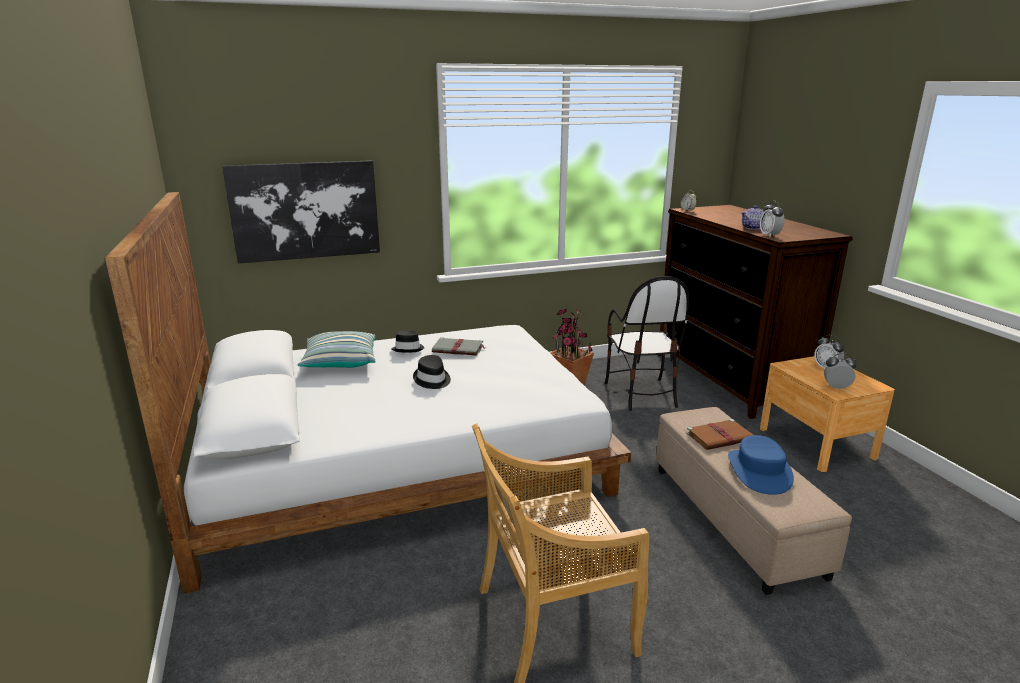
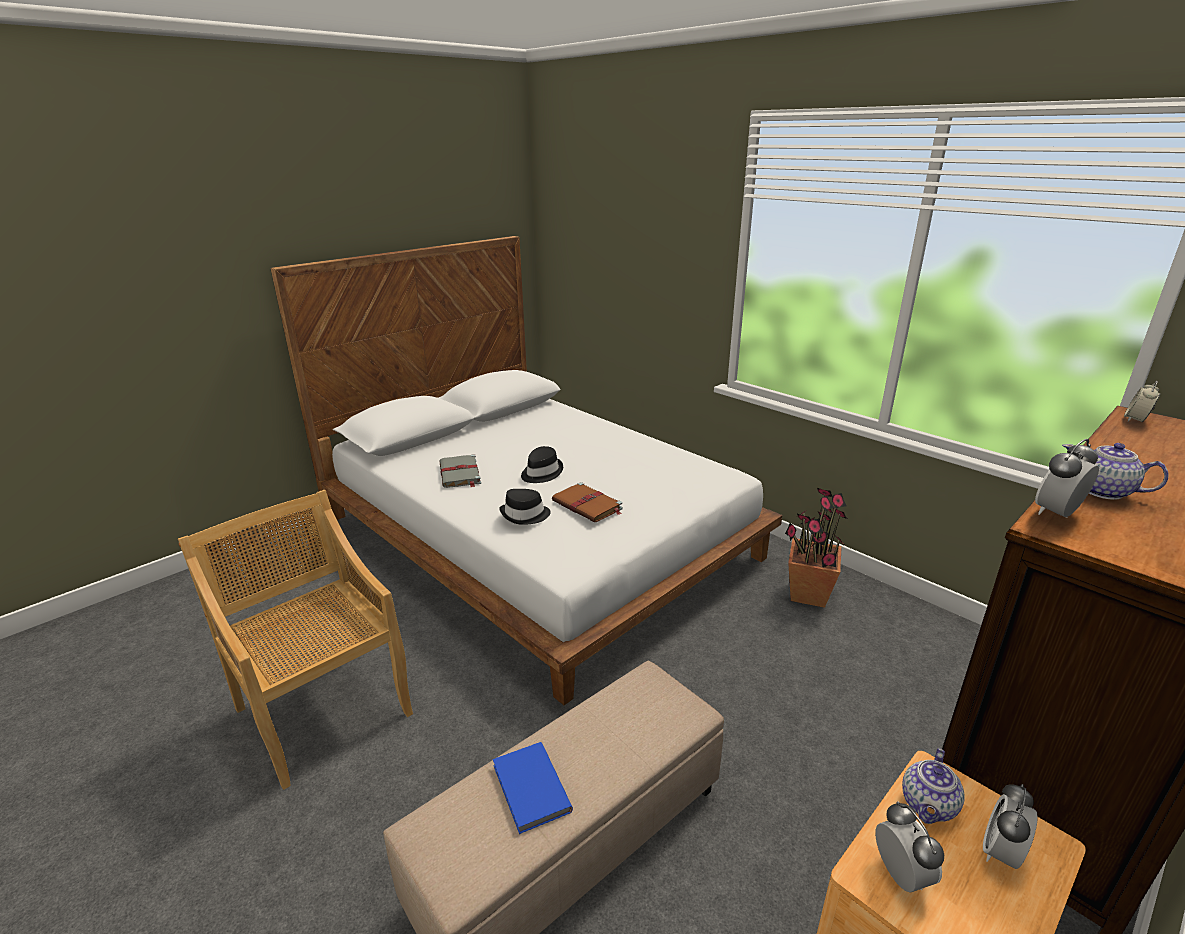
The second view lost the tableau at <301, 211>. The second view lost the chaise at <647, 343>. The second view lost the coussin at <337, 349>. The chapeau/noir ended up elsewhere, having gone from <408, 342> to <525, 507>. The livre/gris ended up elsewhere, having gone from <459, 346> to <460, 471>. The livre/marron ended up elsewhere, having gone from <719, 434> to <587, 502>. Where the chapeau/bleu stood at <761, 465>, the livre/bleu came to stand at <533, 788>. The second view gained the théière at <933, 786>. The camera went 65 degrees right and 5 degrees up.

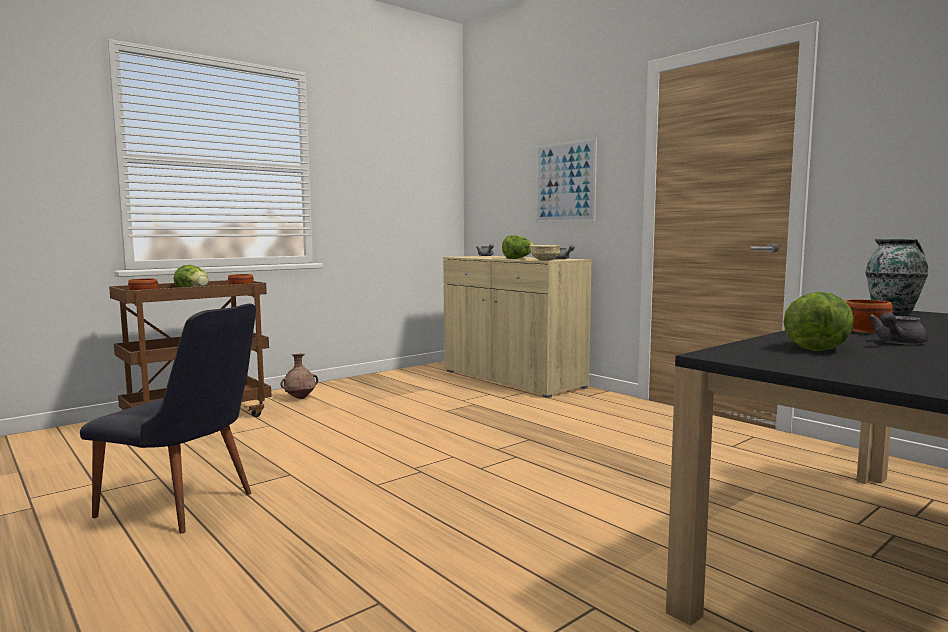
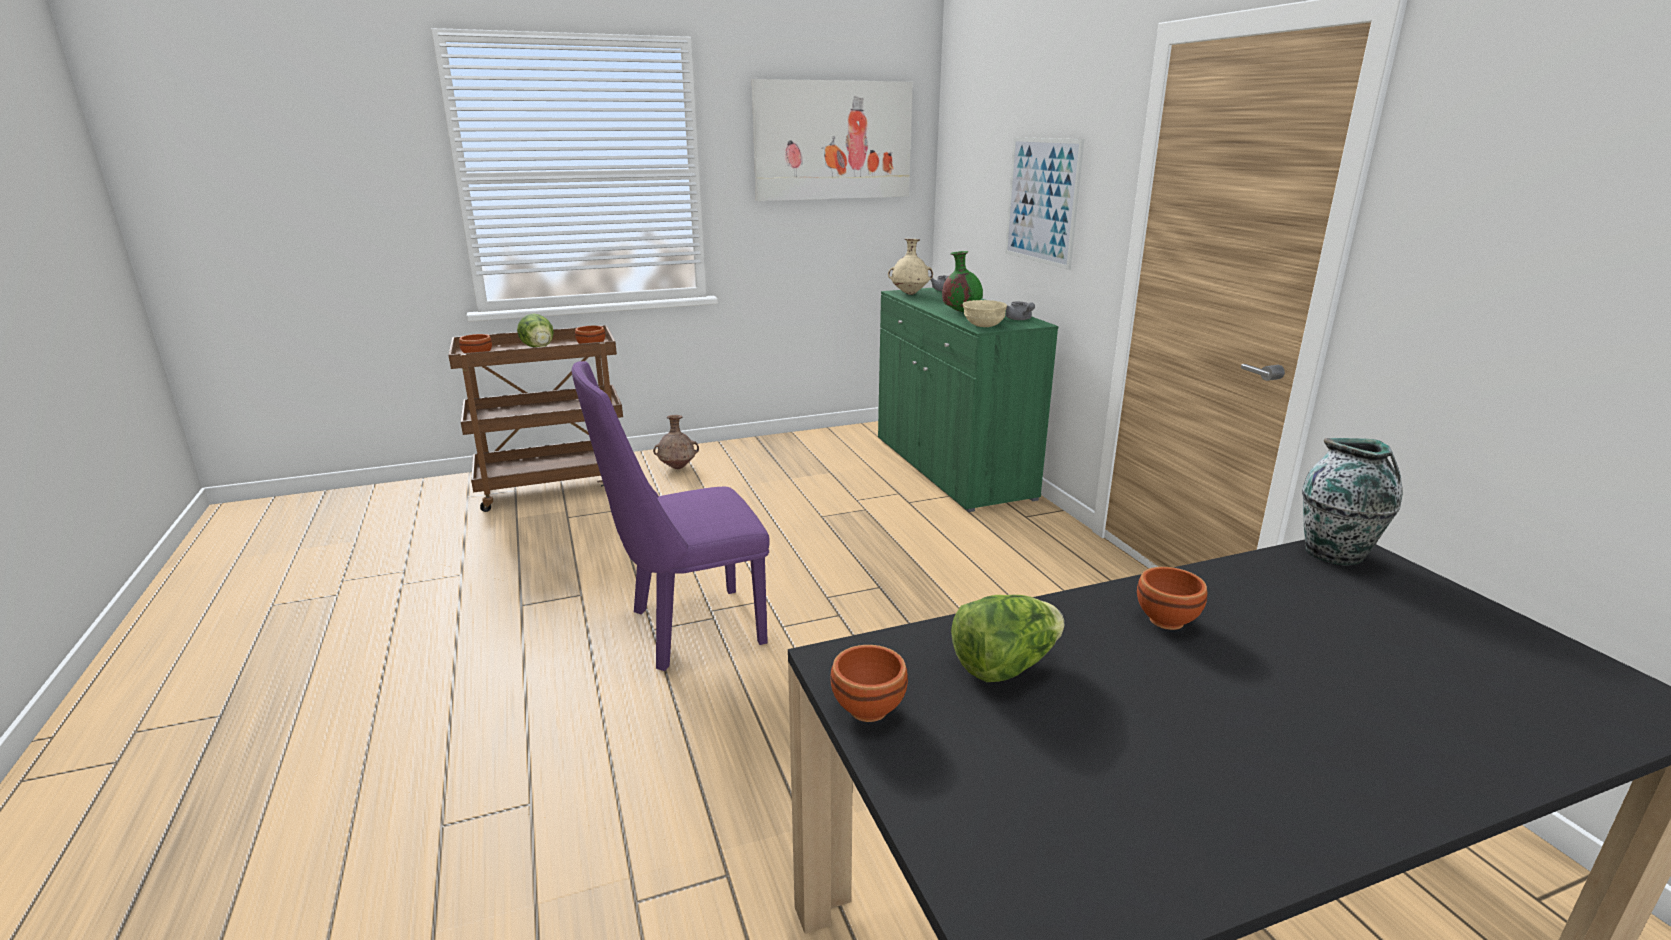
Where the laitue stood at <518, 247>, the vase/vert came to stand at <962, 281>. What was the meuble de rangement/beige at <517, 327> turned into the meuble de rangement/vert at <968, 400>. The second view lost the chaise/noir at <168, 419>. The second view lost the théière/gris at <898, 328>. The second view gained the tableau at <832, 140>. The second view gained the vase/beige at <910, 267>. The second view gained the chaise/violet at <670, 516>. The second view gained the bol/marron at <869, 683>. The camera went 20 degrees right and 15 degrees up.

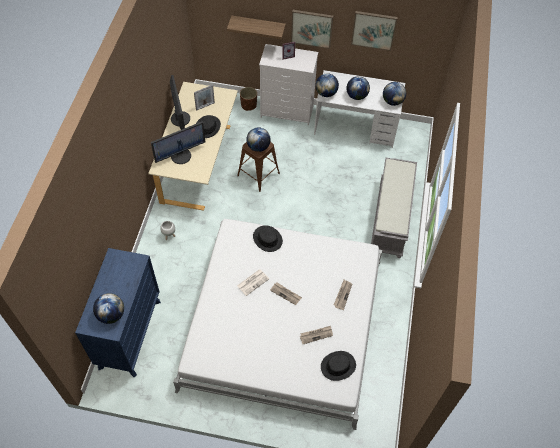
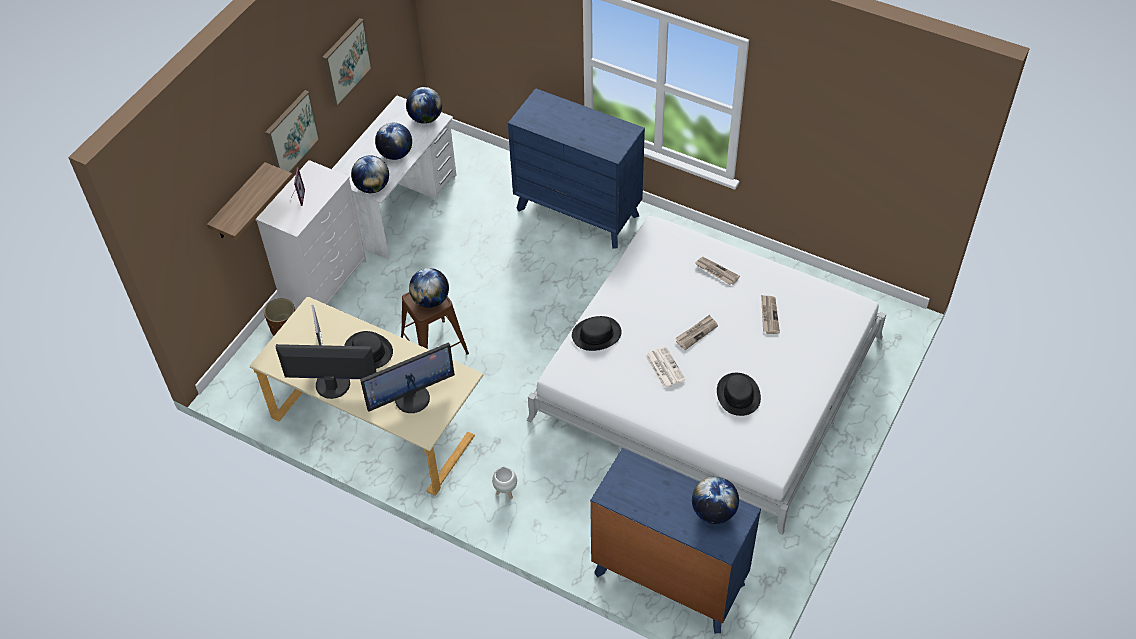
The écran d'ordinateur at <178, 142> ended up facing another way, 75 degrees clockwise from before. Where the banc/gris stood at <394, 208>, the commode/bleu came to stand at <576, 168>. The chapeau/noir ended up elsewhere, having gone from <338, 366> to <739, 394>. The camera went 70 degrees left and 5 degrees down.

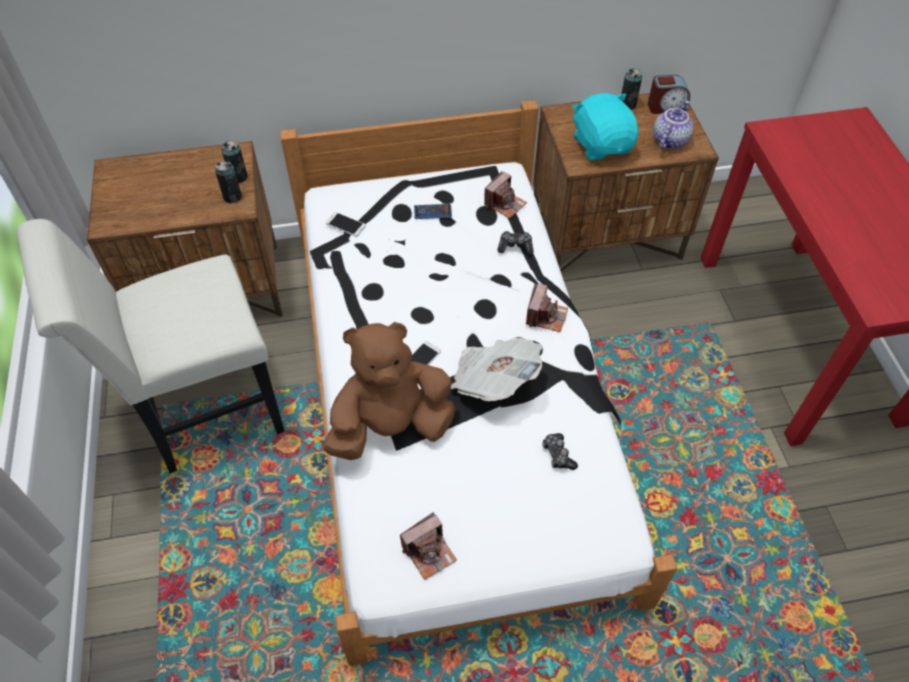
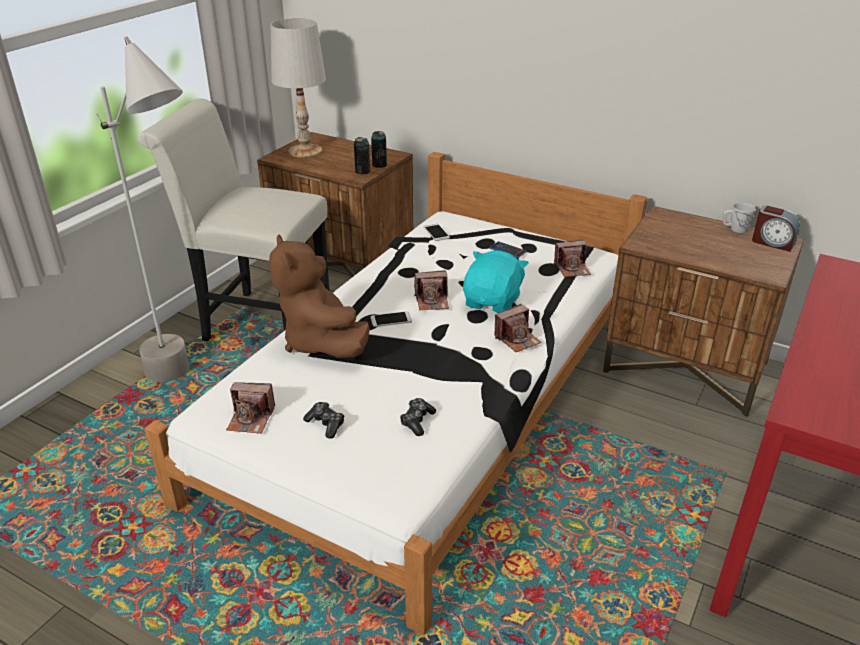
Where the boîte métallique stood at <631, 89>, the mug/blanc came to stand at <739, 218>. The peluche/turquoise ended up elsewhere, having gone from <605, 126> to <496, 281>. The second view lost the théière at <673, 124>. The manette ended up elsewhere, having gone from <515, 243> to <323, 420>. The peluche/marron at <389, 391> ended up facing another way, 135 degrees counterclockwise from before. The second view lost the journal at <496, 369>. The second view gained the lampe de table/blanc at <298, 88>. The second view gained the lampadaire/gris at <143, 209>. The second view gained the appareil photo at <431, 290>. The camera went 40 degrees right and 20 degrees down.

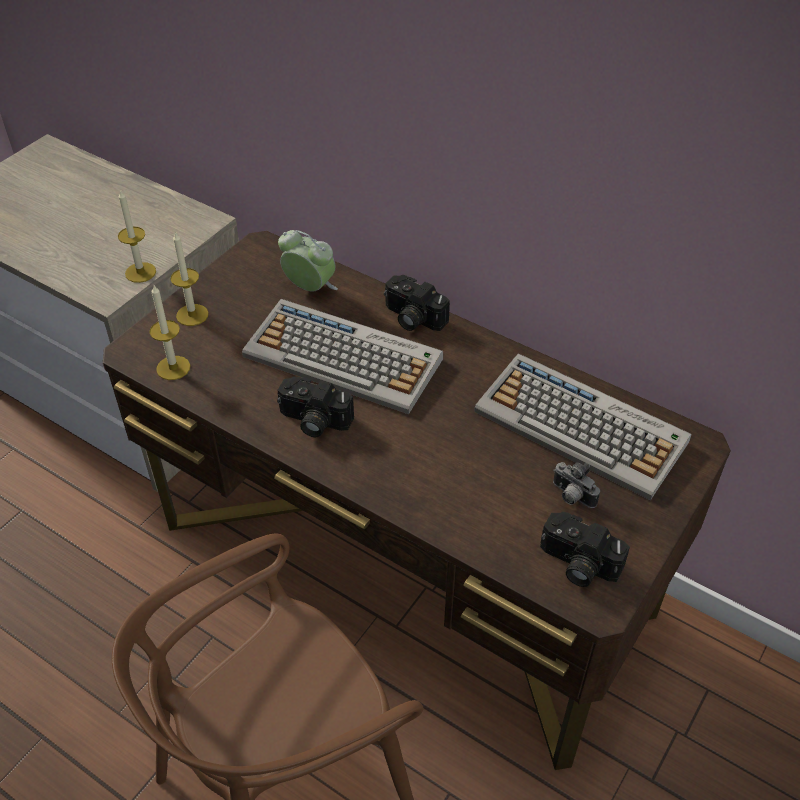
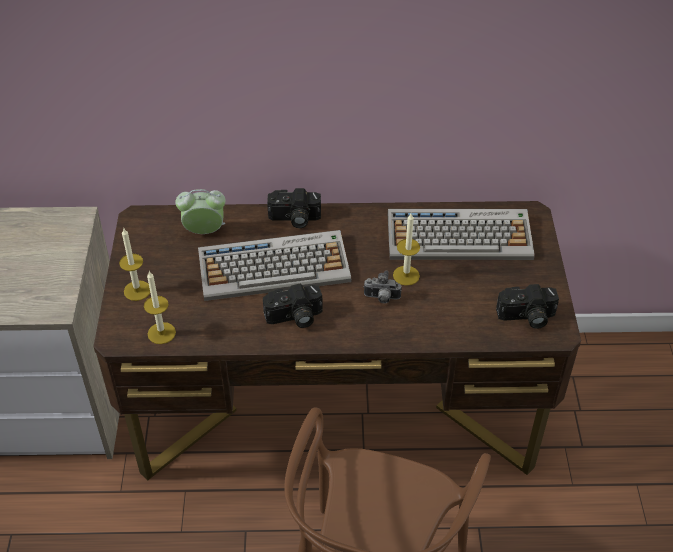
The bougie ended up elsewhere, having gone from <137, 236> to <406, 249>. The appareil photo ended up elsewhere, having gone from <576, 485> to <383, 287>. The camera went 35 degrees left and 0 degrees up.

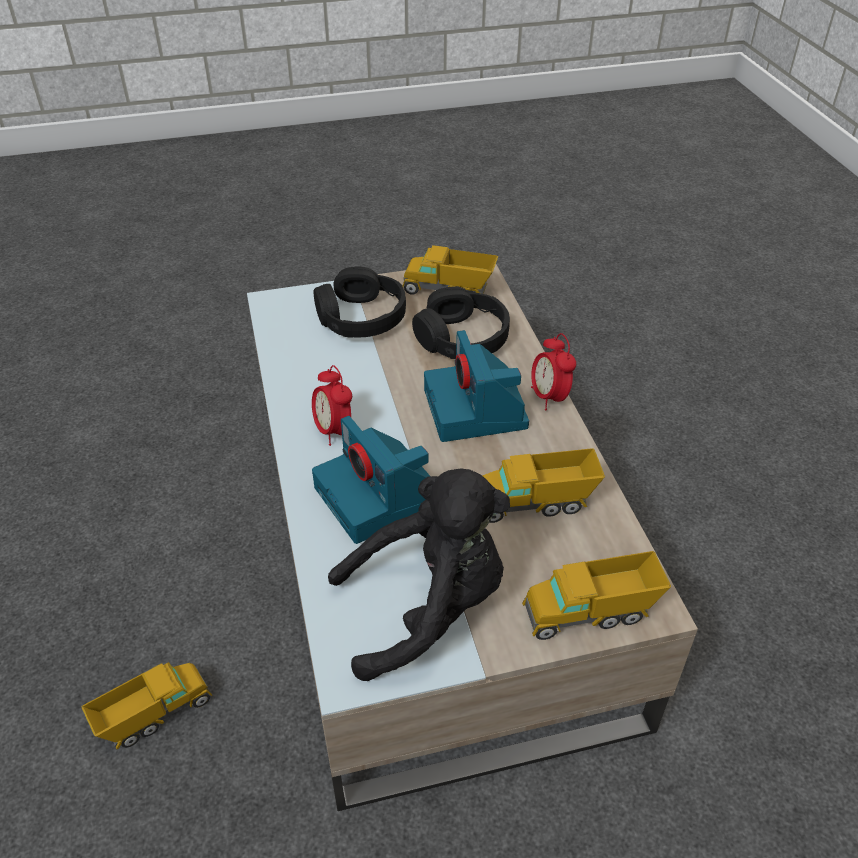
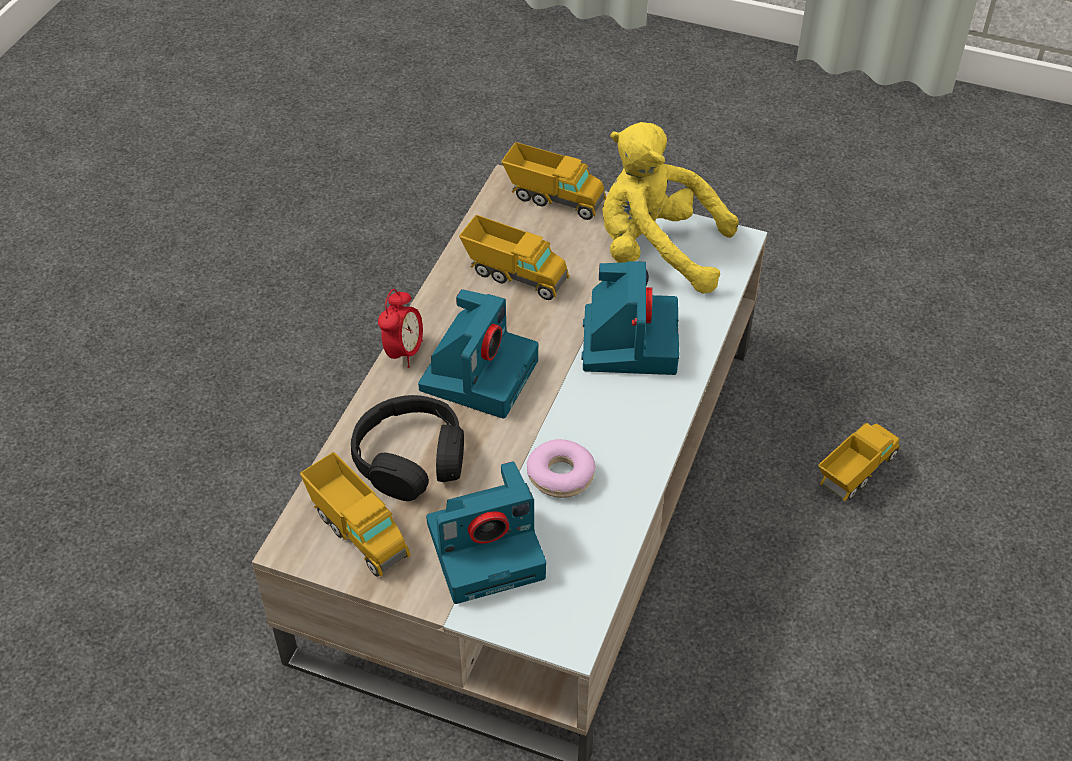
Where the casque audio/noir stood at <359, 302>, the appareil photo came to stand at <486, 532>. The second view lost the réveil at <332, 405>. What was the peluche/noir at <419, 574> turned into the peluche/jaune at <670, 208>. The camion jouet at <147, 705> ended up facing another way, 135 degrees clockwise from before. The second view gained the beignet at <561, 468>. The camera went 145 degrees left and 5 degrees up.

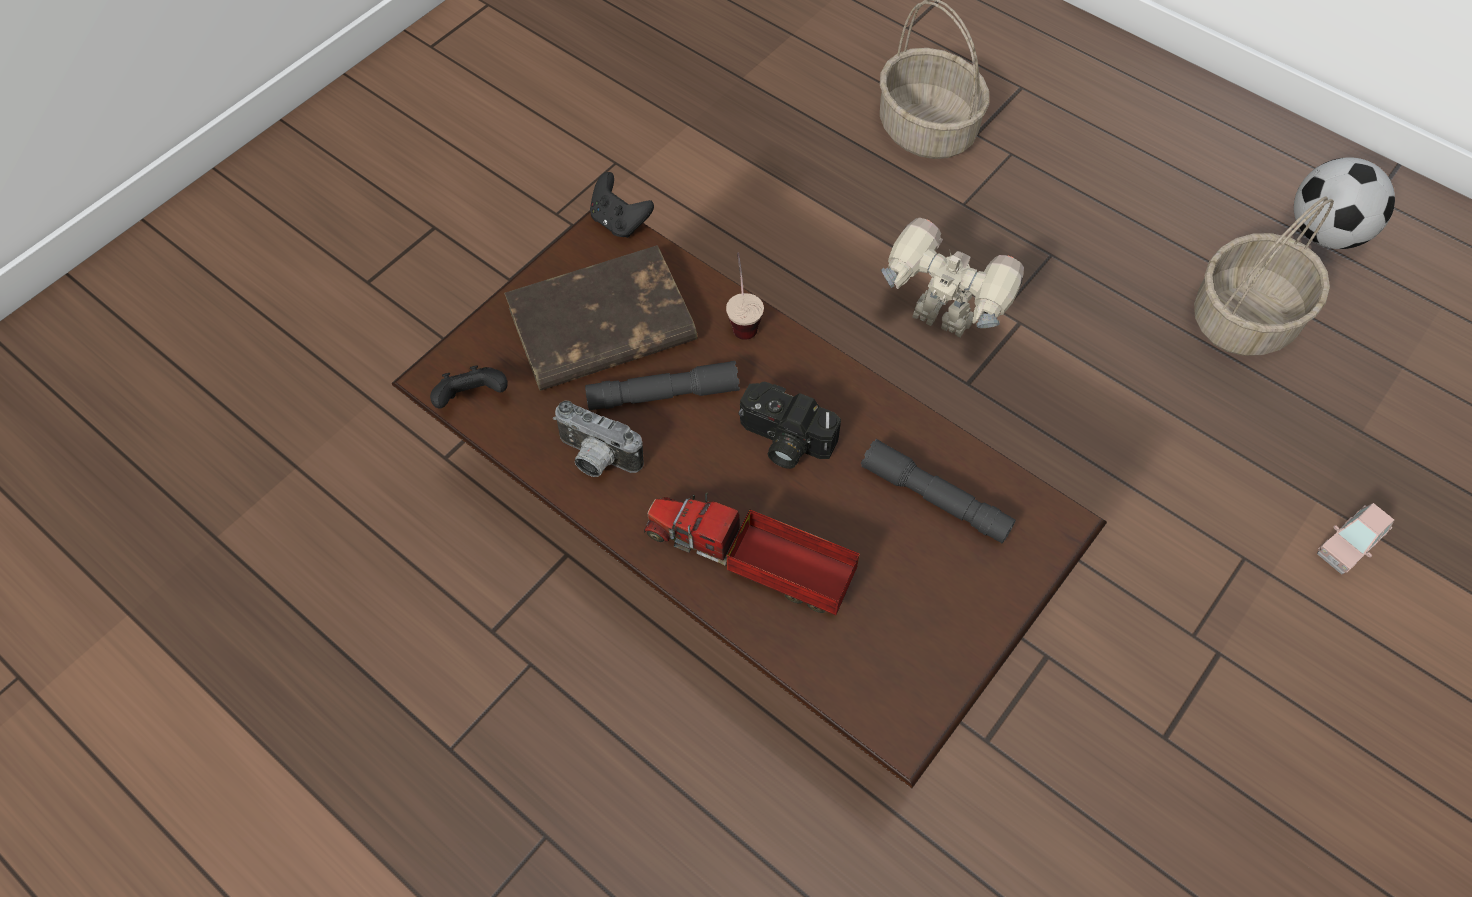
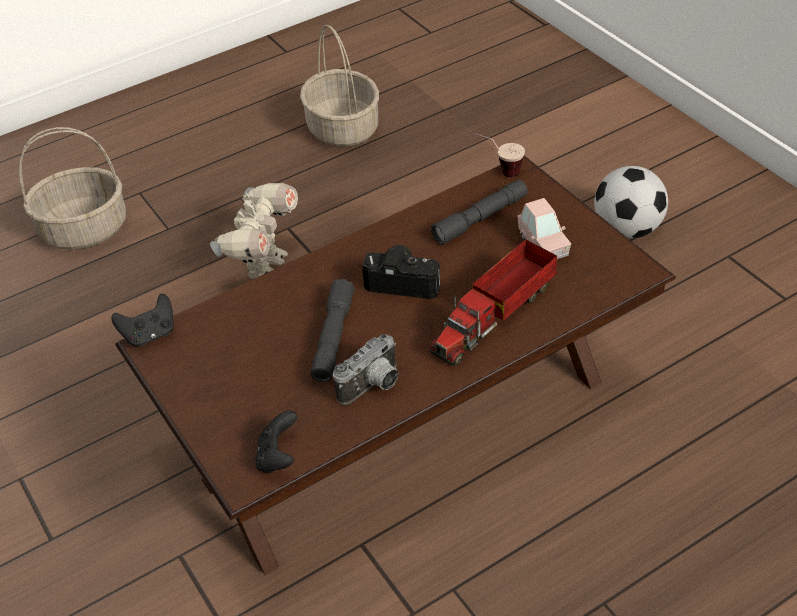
The ballon de foot ended up elsewhere, having gone from <1344, 203> to <631, 202>. The robot jouet at <952, 277> ended up facing another way, 150 degrees clockwise from before. The second view lost the livre/marron at <601, 318>. The tasse ended up elsewhere, having gone from <745, 296> to <500, 155>. The appareil photo at <790, 425> ended up facing another way, 120 degrees counterclockwise from before. The petite voiture/rose ended up elsewhere, having gone from <1355, 538> to <544, 228>. The camera went 70 degrees left and 15 degrees down.

